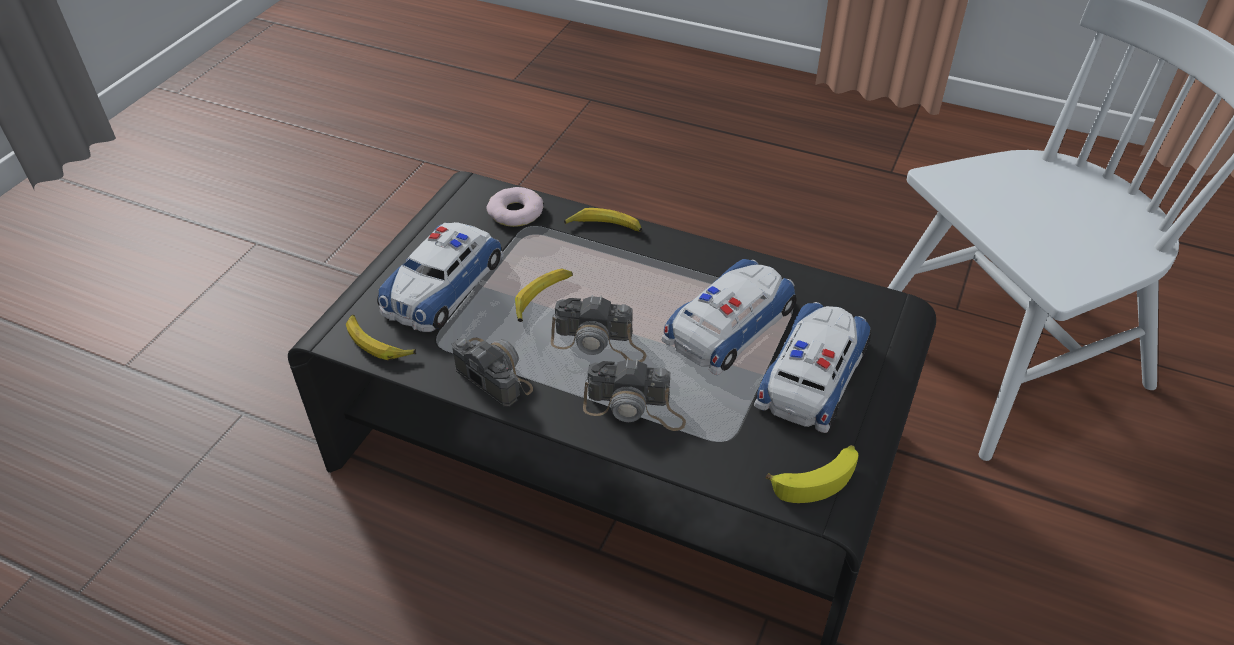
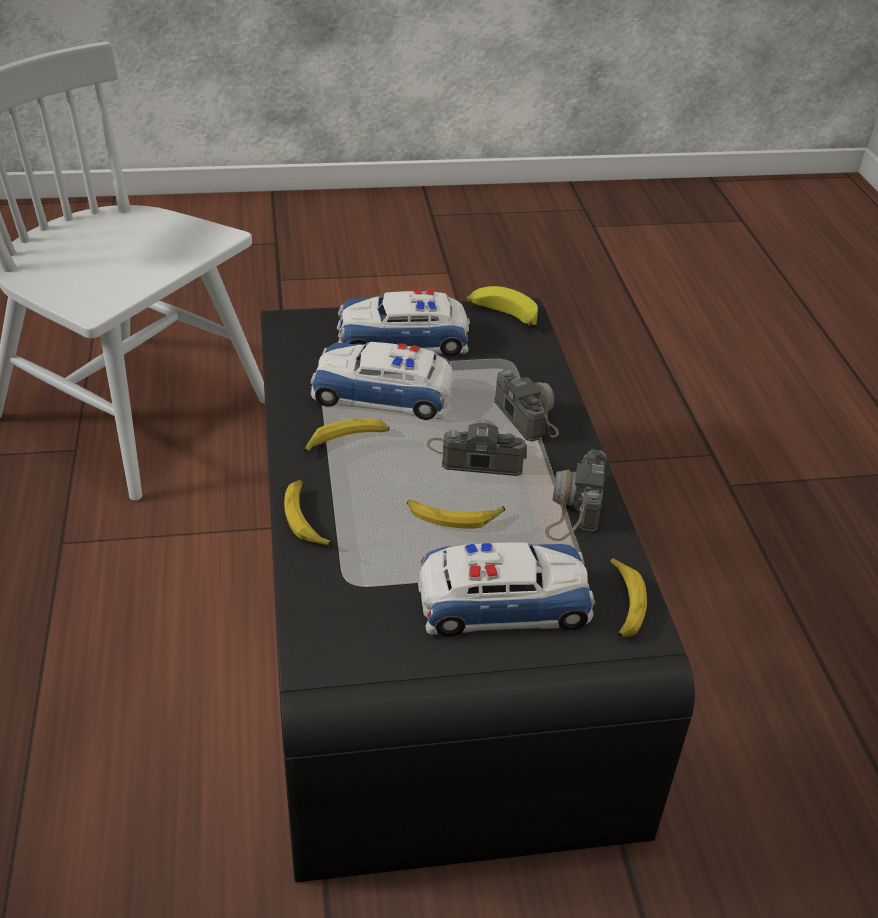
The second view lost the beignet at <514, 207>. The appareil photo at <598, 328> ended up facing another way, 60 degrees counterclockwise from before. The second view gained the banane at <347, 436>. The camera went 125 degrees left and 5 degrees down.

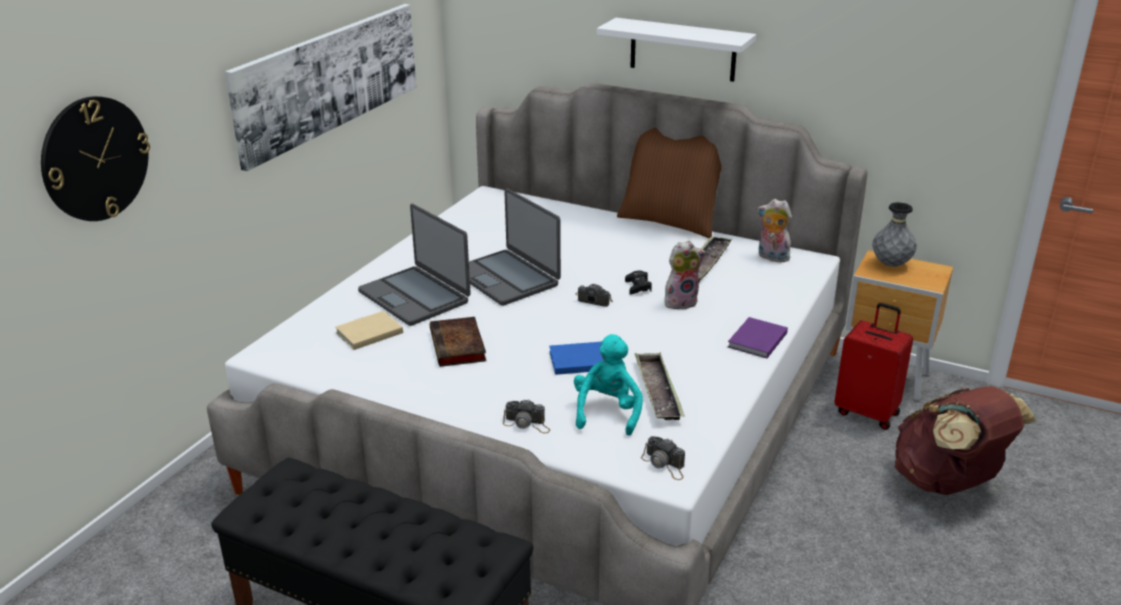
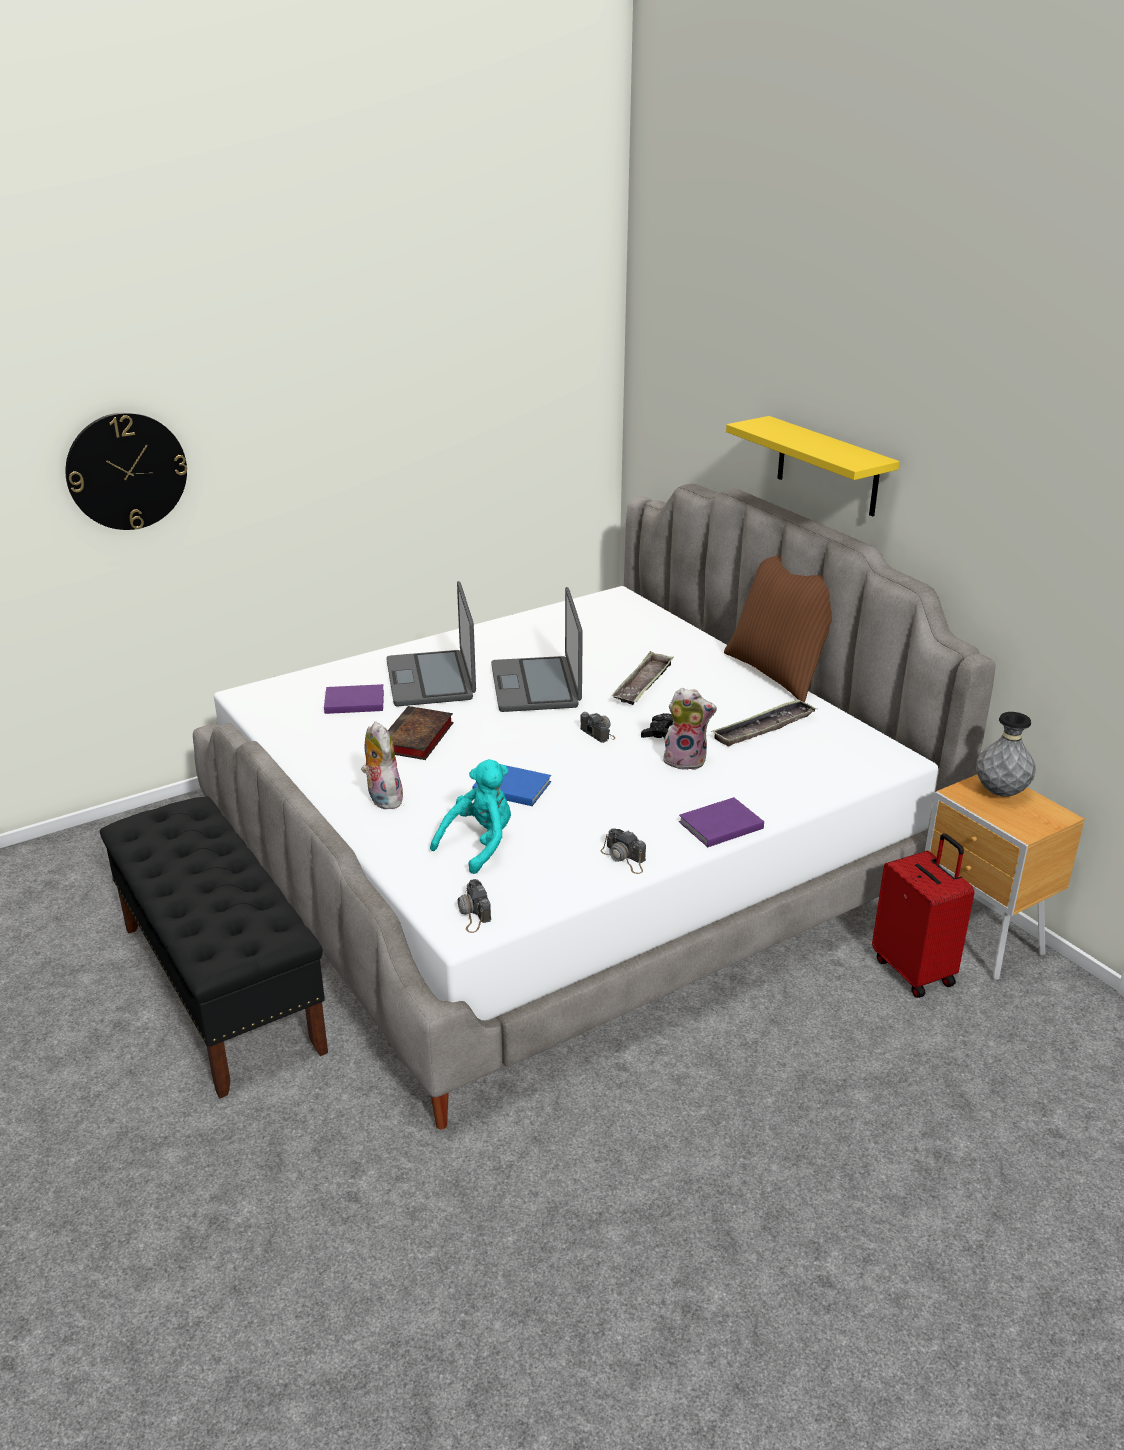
The second view lost the tableau at <320, 87>. What was the étagère/blanc at <676, 50> turned into the étagère/jaune at <812, 466>. The peluche ended up elsewhere, having gone from <775, 230> to <382, 765>. What was the livre/beige at <369, 330> turned into the livre/violet at <354, 699>. The plateau ended up elsewhere, having gone from <660, 386> to <643, 678>. The second view lost the sac à dos/marron at <966, 440>. The appareil photo ended up elsewhere, having gone from <526, 416> to <623, 851>. The camera went 30 degrees right and 0 degrees up.

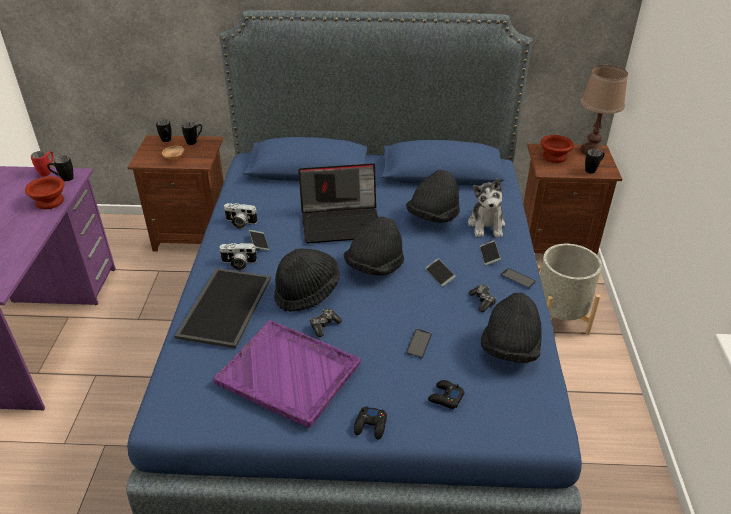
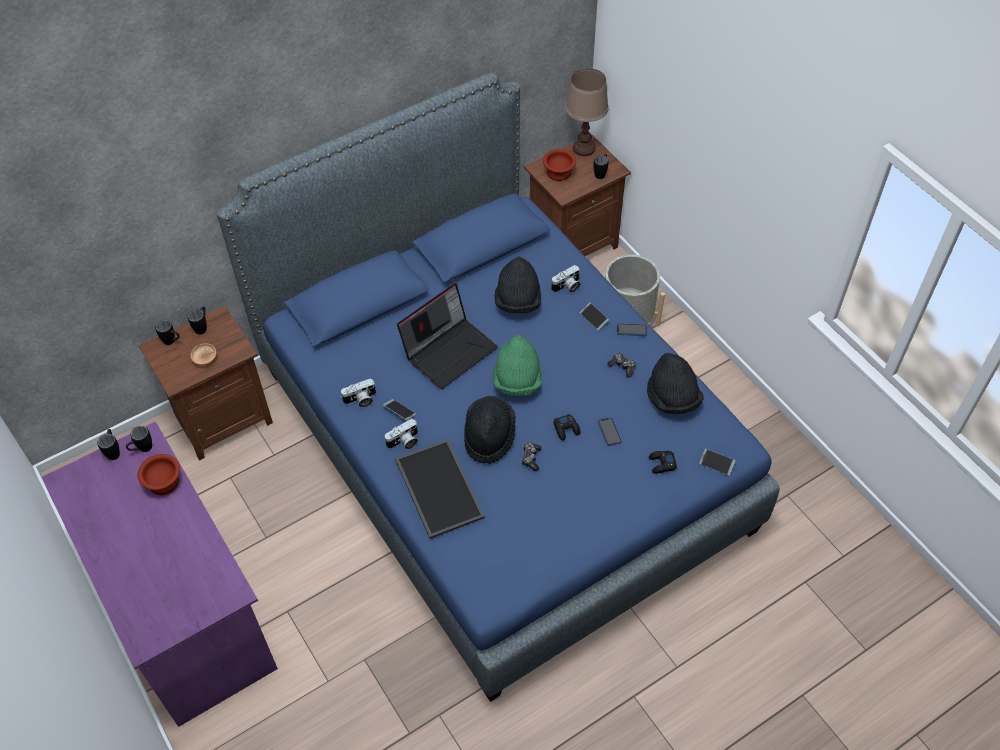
What was the mug/rouge at <42, 163> turned into the mug/noir at <108, 444>. Where the peluche stood at <486, 208>, the appareil photo came to stand at <566, 279>. What was the chapeau/noir at <374, 246> turned into the chapeau/vert at <517, 365>. The téléphone ended up elsewhere, having gone from <440, 273> to <717, 462>. The second view lost the plateau/violet at <287, 374>. The manette/noir ended up elsewhere, having gone from <370, 423> to <567, 427>. The camera went 35 degrees left and 15 degrees up.

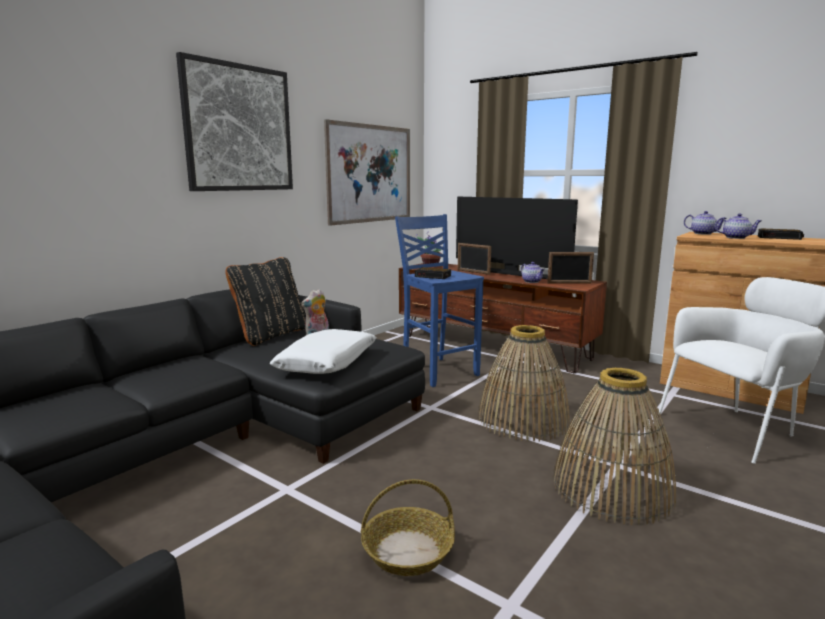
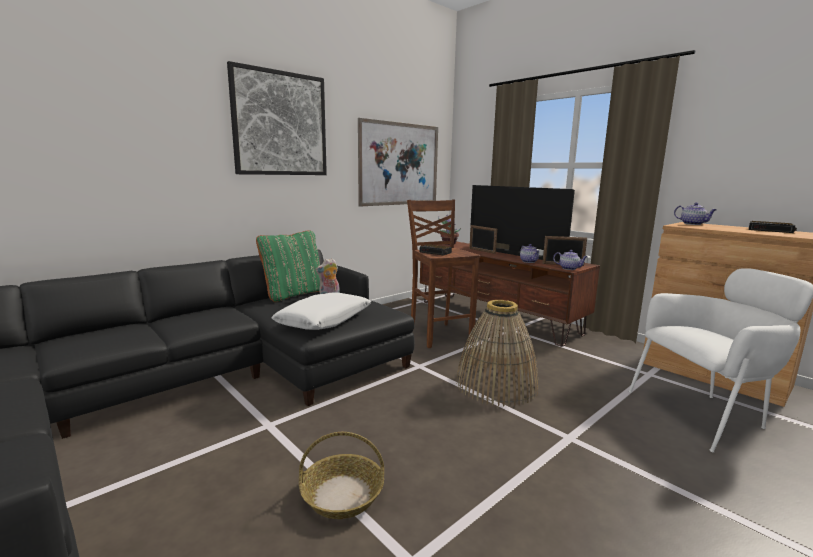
The théière ended up elsewhere, having gone from <738, 226> to <570, 260>. What was the tabouret/bleu at <439, 300> turned into the tabouret/marron at <443, 273>. What was the coussin/noir at <265, 301> turned into the coussin/vert at <288, 266>. The second view lost the panier at <614, 446>. The camera went 10 degrees right and 0 degrees up.

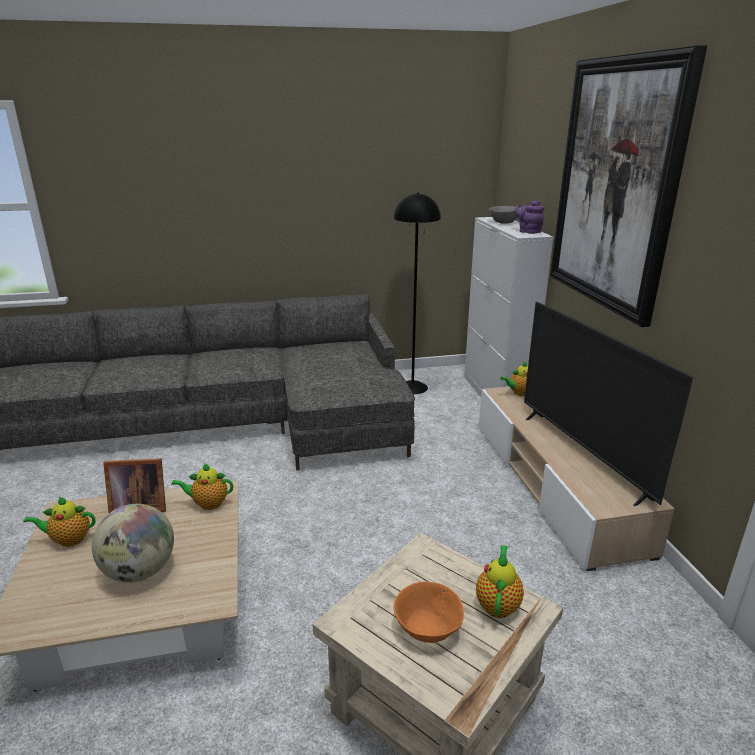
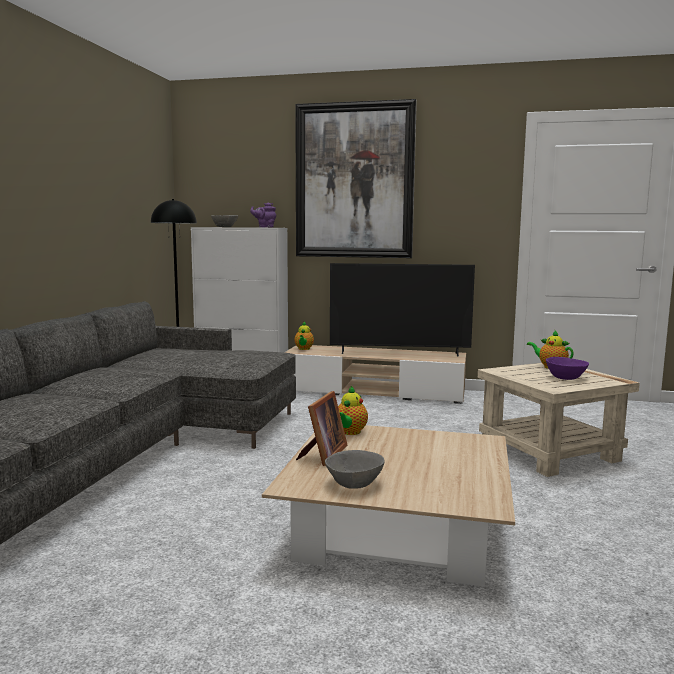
Where the théière stood at <59, 521>, the bol/gris came to stand at <355, 469>. The second view lost the globe at <133, 543>. What was the bol/orange at <428, 612> turned into the bol/violet at <567, 368>. The camera went 65 degrees left and 15 degrees down.

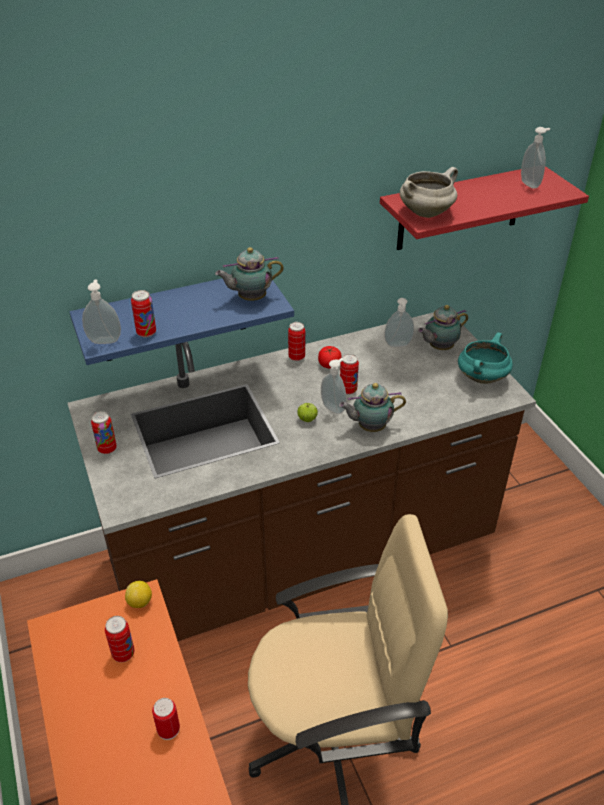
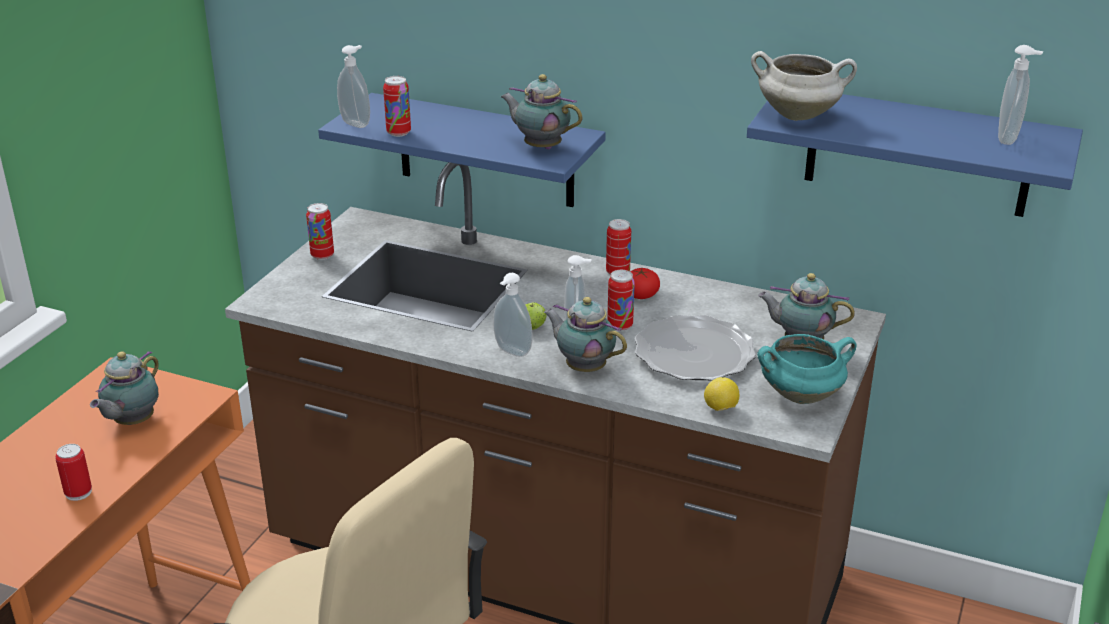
What was the étagère/rouge at <484, 208> turned into the étagère/bleu at <915, 155>. The distributeur de savon ended up elsewhere, having gone from <399, 322> to <513, 315>. The citron ended up elsewhere, having gone from <138, 594> to <721, 394>. Where the boîte métallique stood at <120, 639>, the théière came to stand at <124, 388>. The second view gained the assiette at <695, 348>. The camera went 45 degrees right and 10 degrees down.

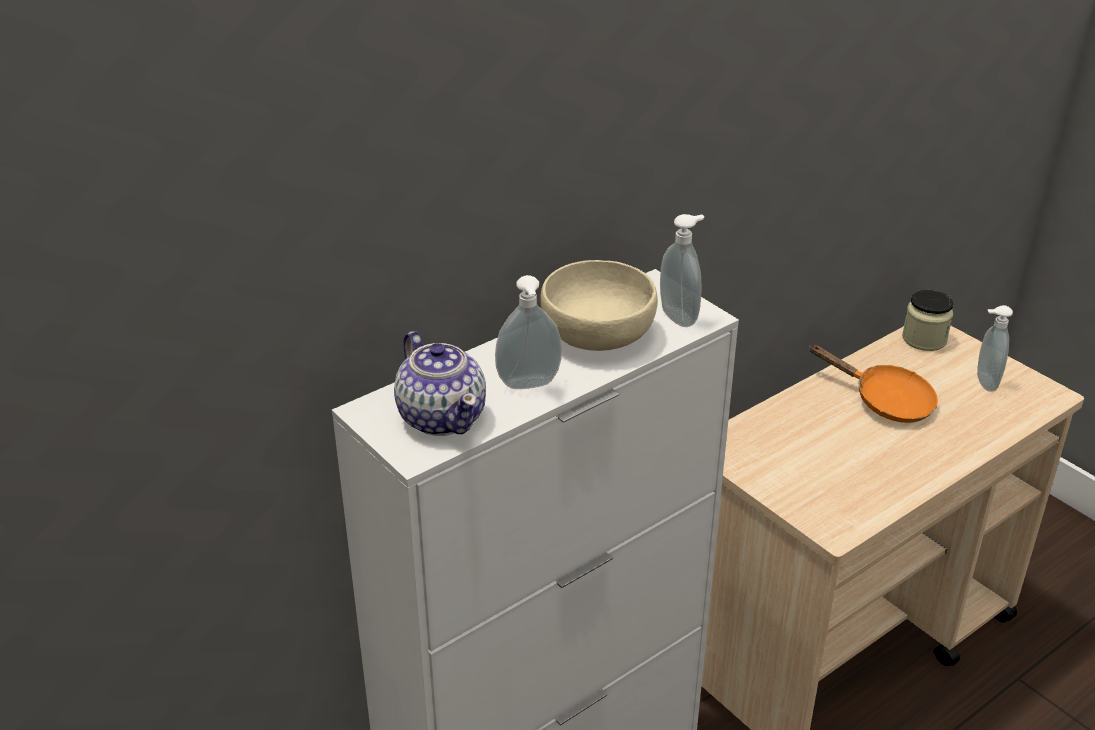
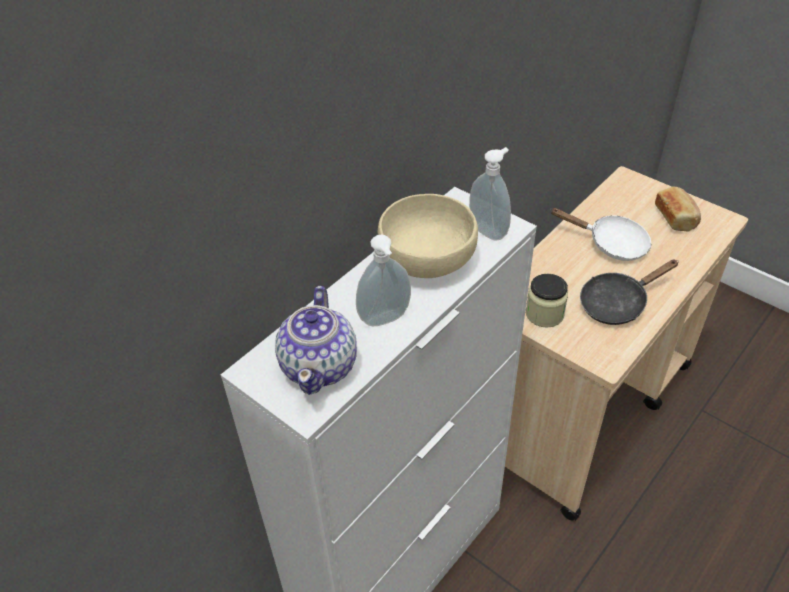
The bocal ended up elsewhere, having gone from <928, 320> to <547, 301>. Where the distributeur de savon stood at <995, 348>, the pain came to stand at <678, 208>. The théière at <440, 383> ended up facing another way, 45 degrees clockwise from before. What was the poêle/orange at <873, 384> turned into the poêle/blanc at <600, 234>. The second view gained the poêle/noir at <629, 292>. The camera went 10 degrees left and 10 degrees up.

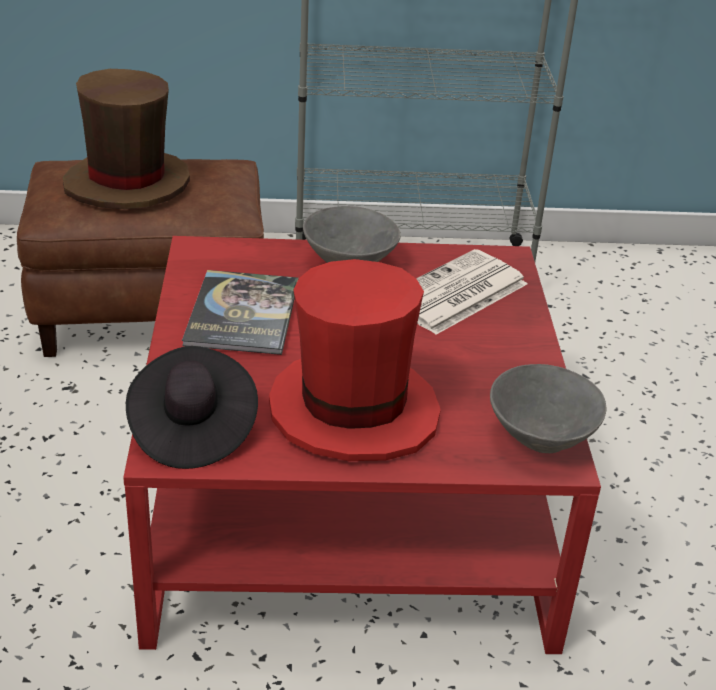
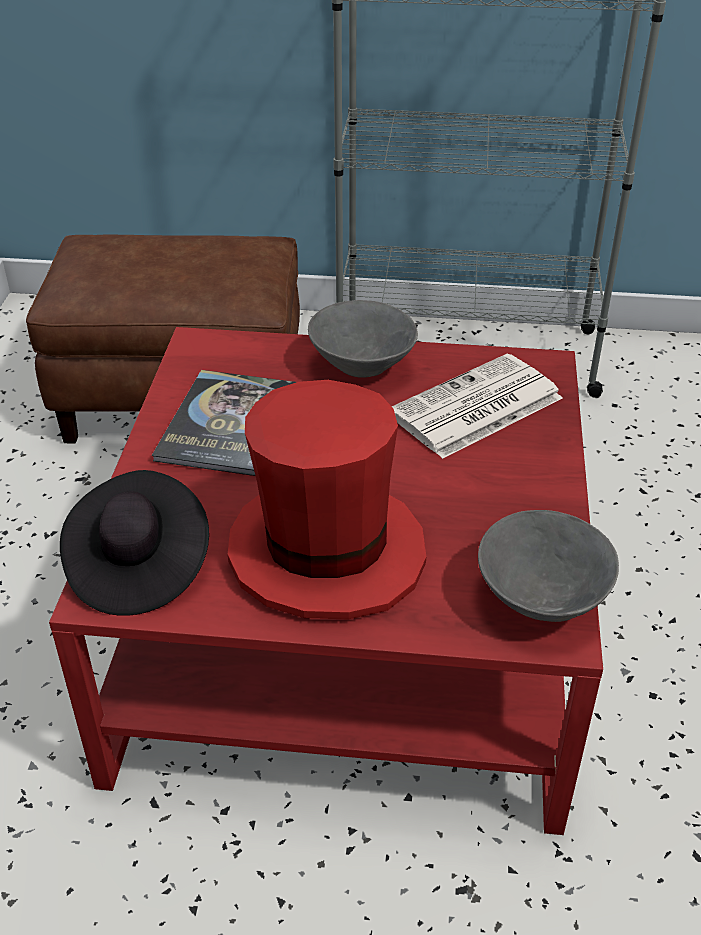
The second view lost the chapeau/marron at <126, 139>. The camera went 10 degrees right and 5 degrees up.

